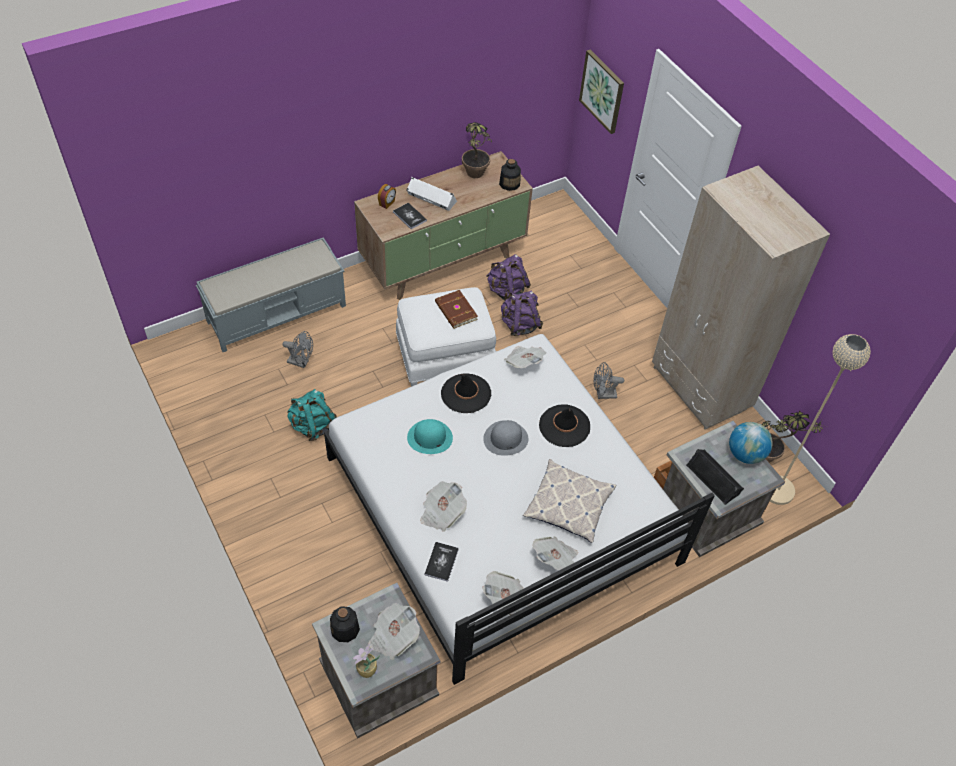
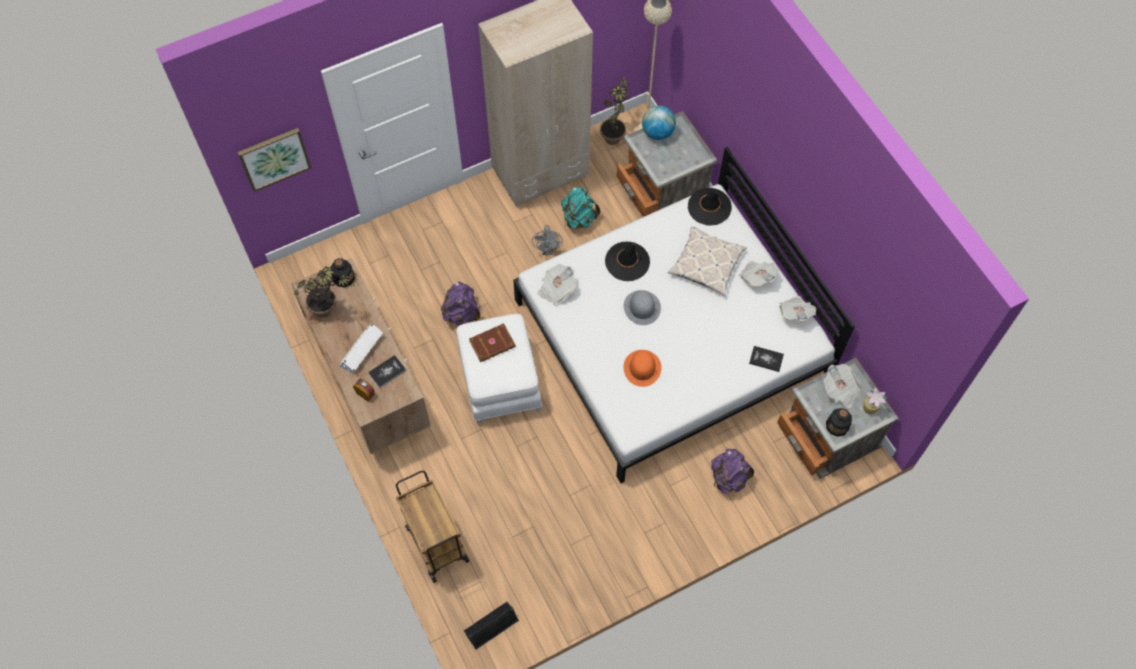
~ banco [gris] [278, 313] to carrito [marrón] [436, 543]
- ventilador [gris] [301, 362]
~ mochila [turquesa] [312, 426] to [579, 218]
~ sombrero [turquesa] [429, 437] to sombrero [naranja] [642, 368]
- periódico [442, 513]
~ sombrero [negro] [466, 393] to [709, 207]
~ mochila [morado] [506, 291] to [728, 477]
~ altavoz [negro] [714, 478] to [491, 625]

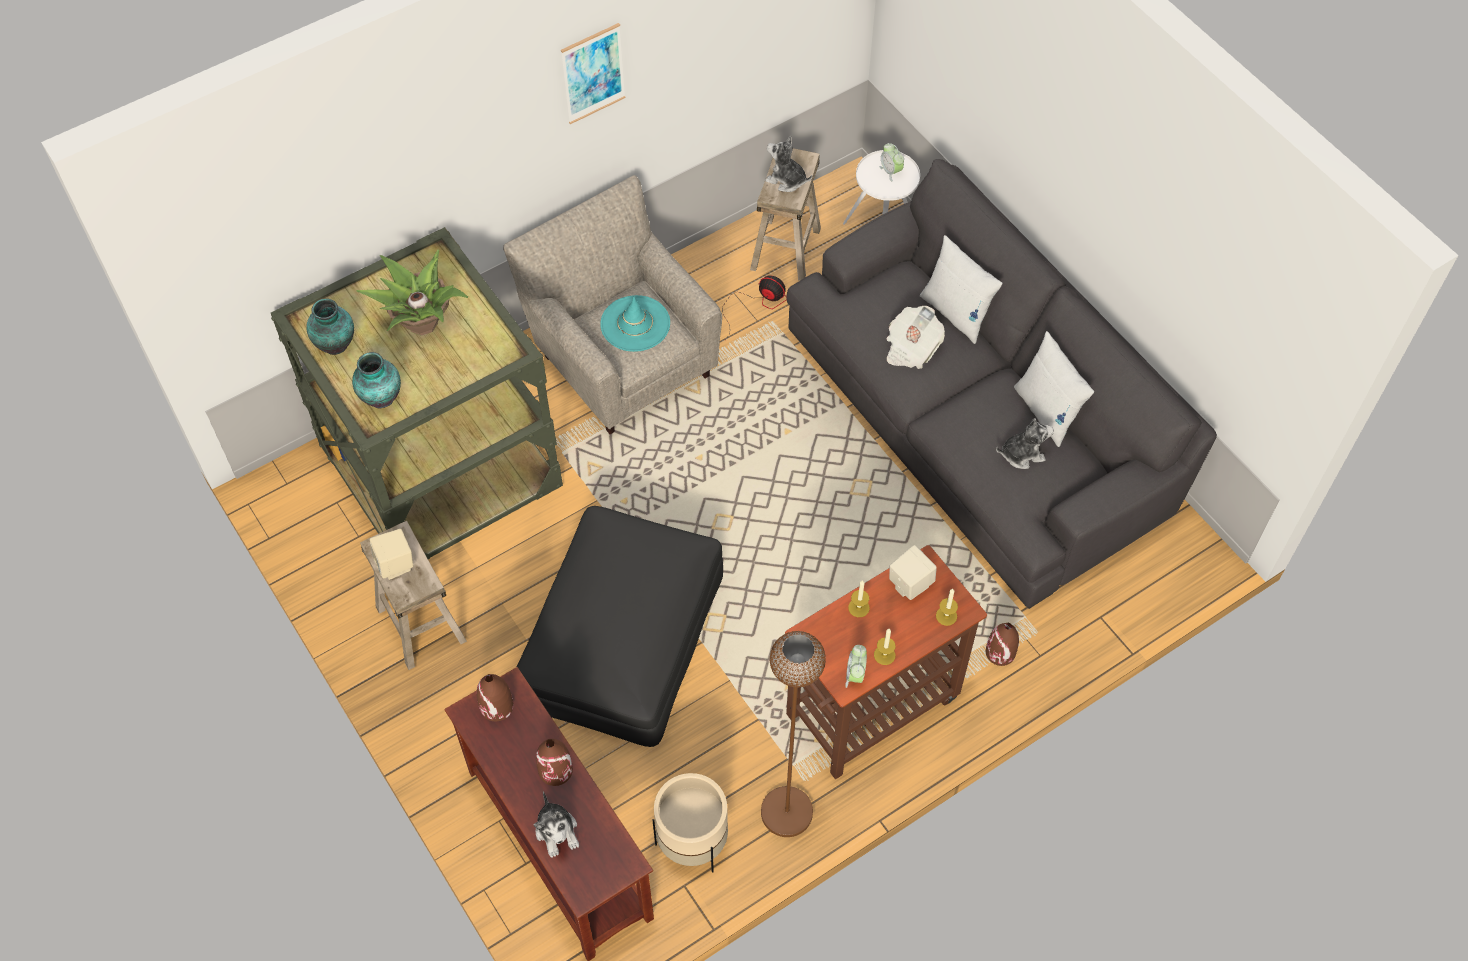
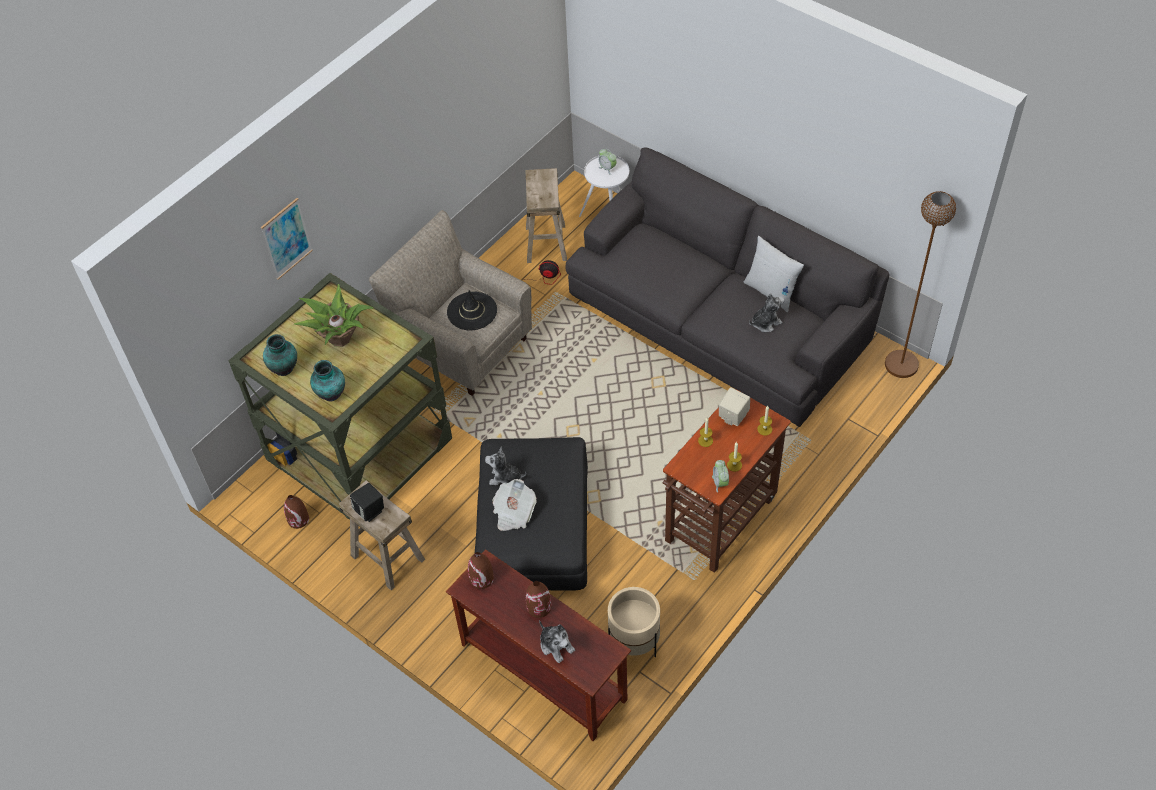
~ altavoz [beis] [396, 564] to altavoz [negro] [370, 511]
~ cuadro [593, 73] to [286, 238]
~ sombrero [turquesa] [635, 324] to sombrero [negro] [472, 311]
~ lámpara de pie [marrón] [787, 812] to [901, 365]
~ peluche [786, 180] to [505, 478]
~ periódico [911, 348] to [513, 513]
- cojín [gris] [955, 313]
~ florero [marrón] [1000, 652] to [298, 519]

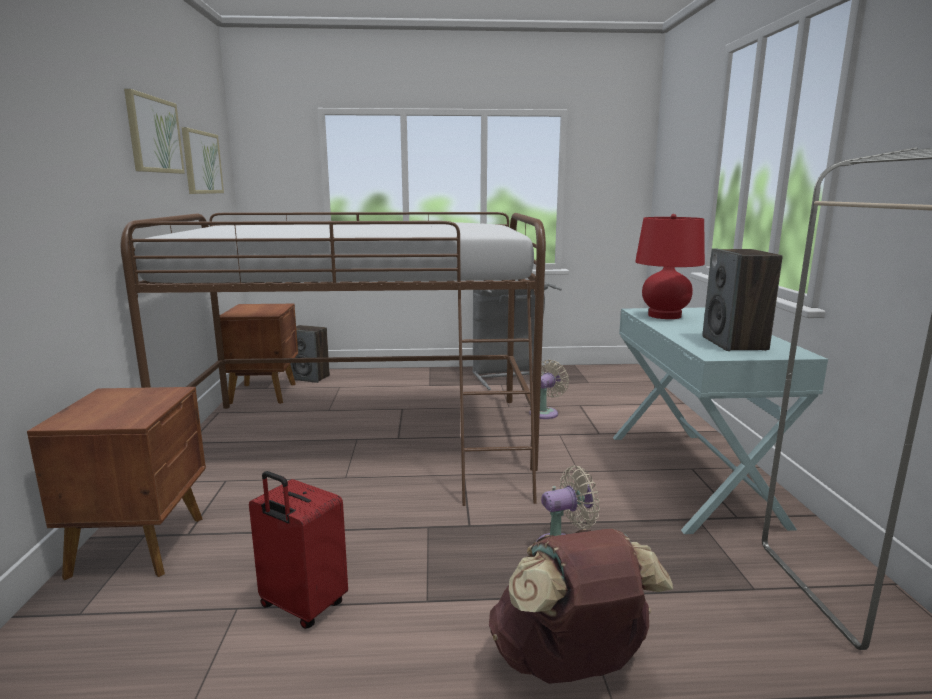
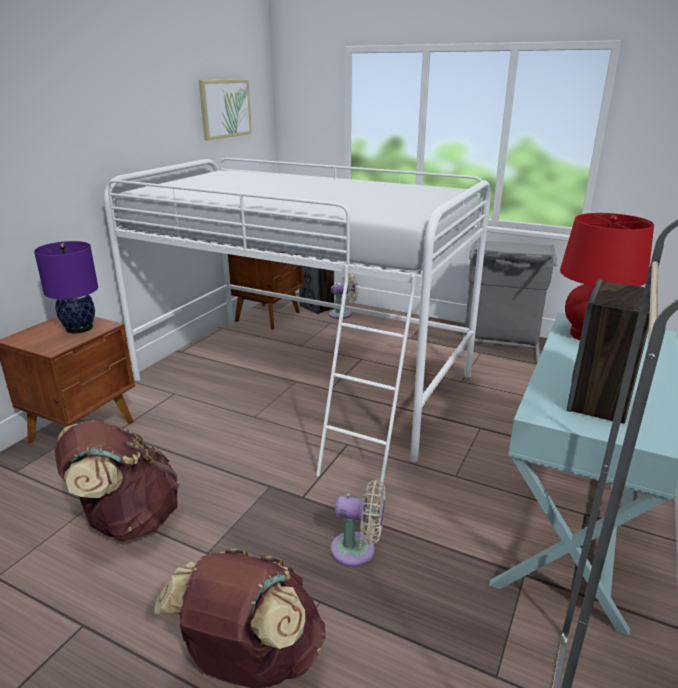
~ cama [marrón] [365, 436] to cama [blanco] [305, 380]
- cuadro [154, 135]
~ maleta [rojo] [301, 607] to mochila [marrón] [127, 520]
~ ventilador [beis] [545, 412] to [342, 314]
+ lámpara de mesa [morado] [79, 328]

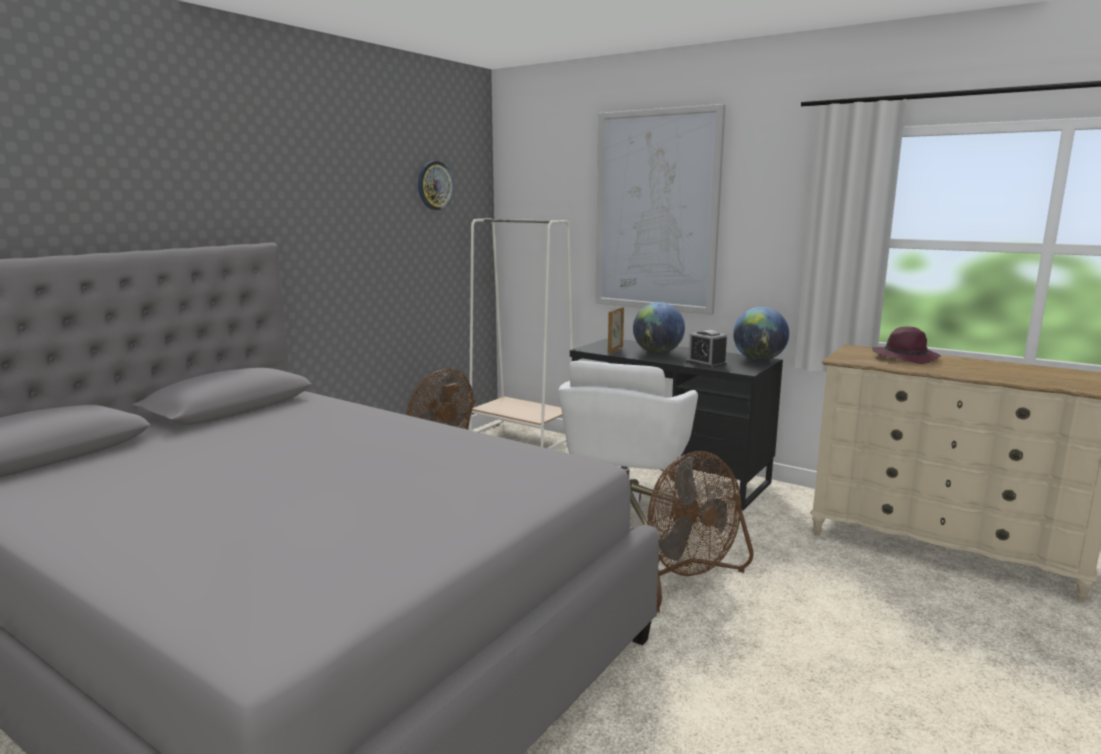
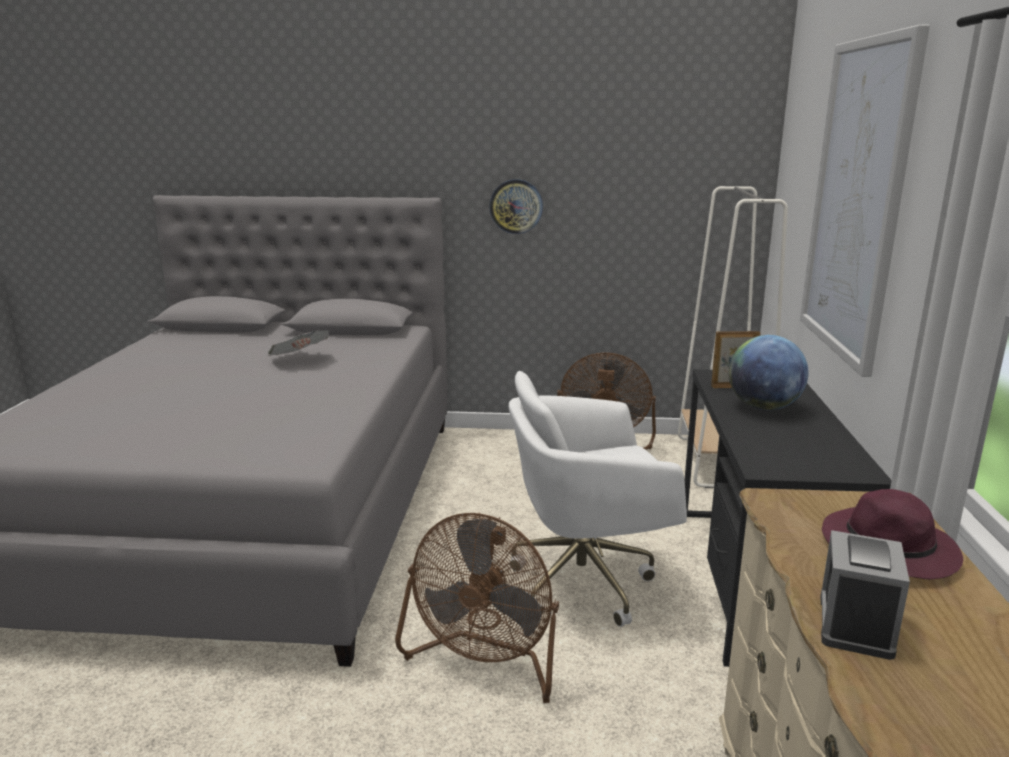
~ reloj de pared [434, 185] to [516, 206]
~ despertador [706, 363] to [855, 624]
- globo terráqueo [759, 360]
+ periódico [299, 360]

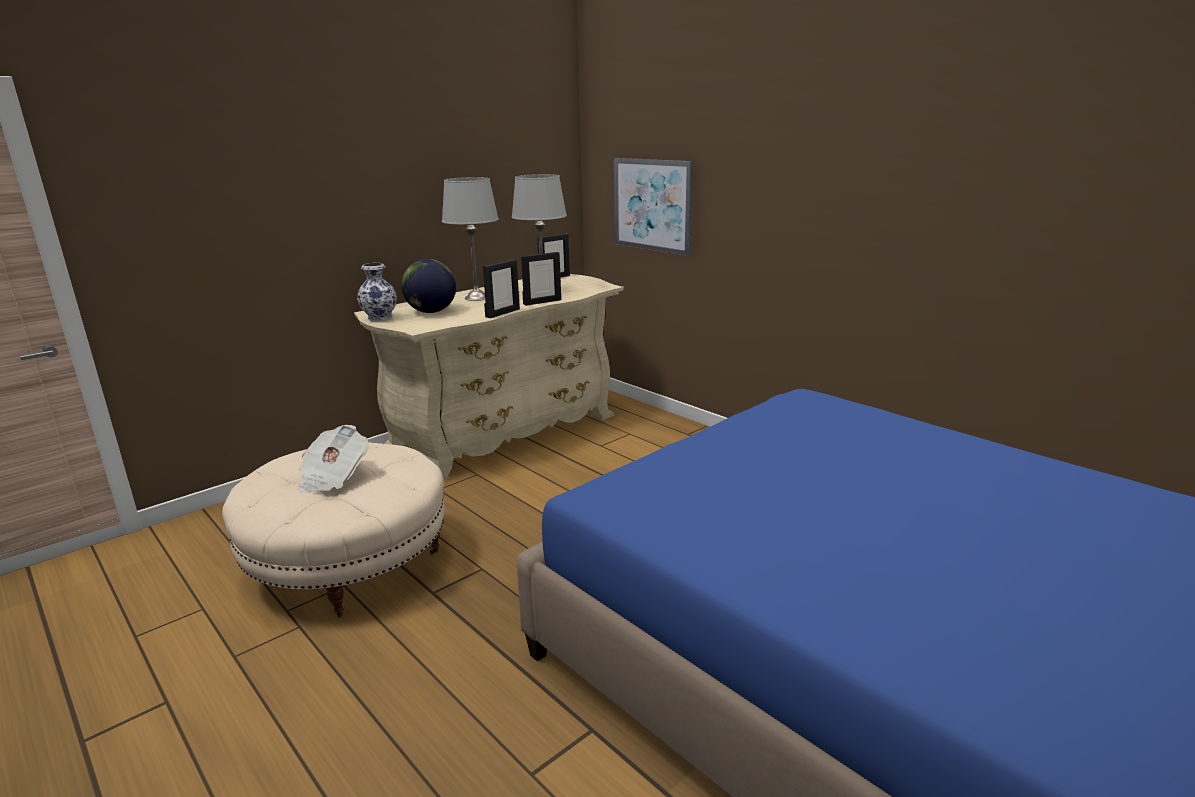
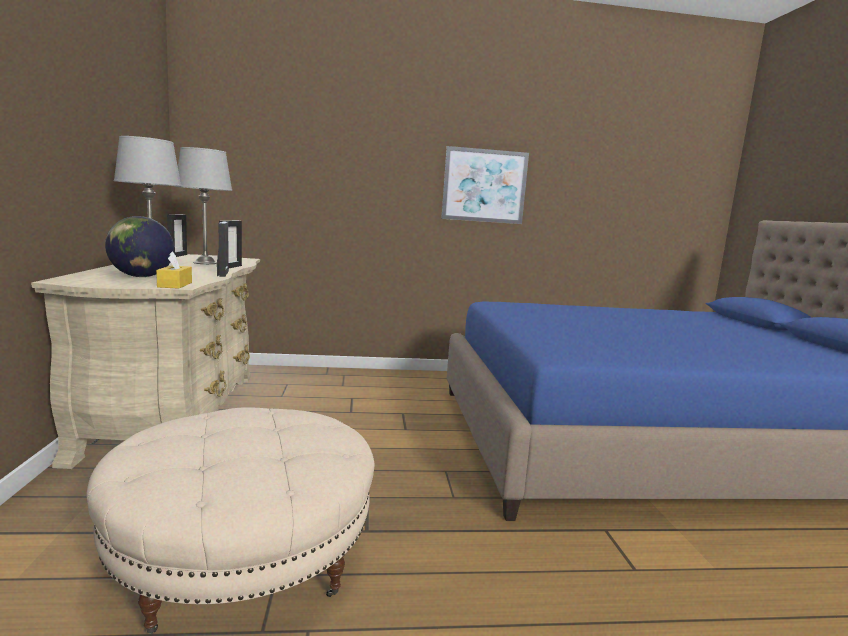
- periódico [333, 477]
- florero [380, 318]
~ cuadro [652, 205] to [484, 186]
+ caja de pañuelos [amarillo] [175, 285]

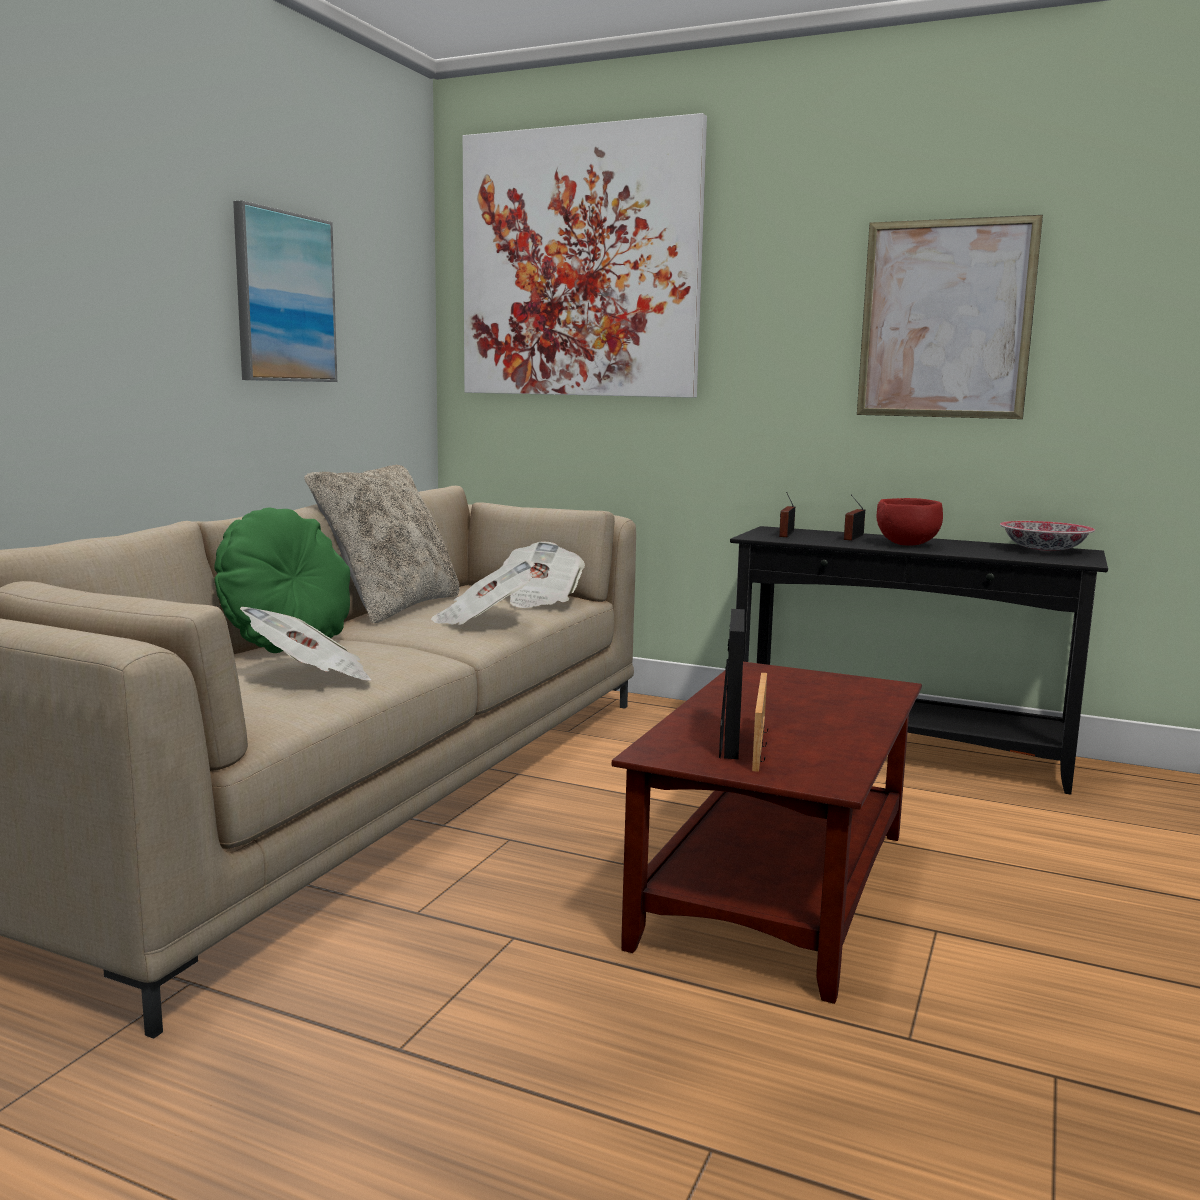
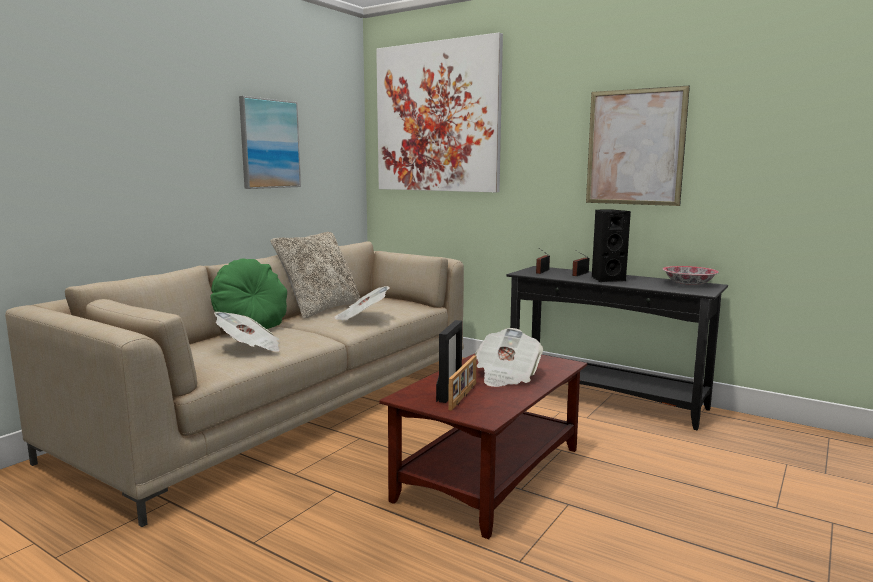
~ periódico [538, 599] to [506, 376]
~ cuenco [rojo] [906, 544] to altavoz [negro] [607, 279]

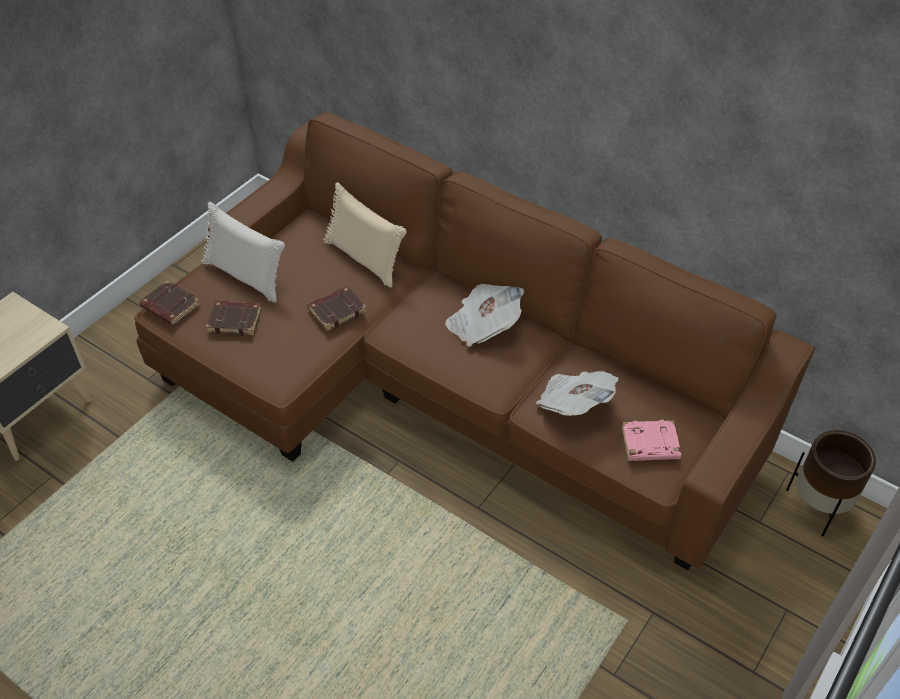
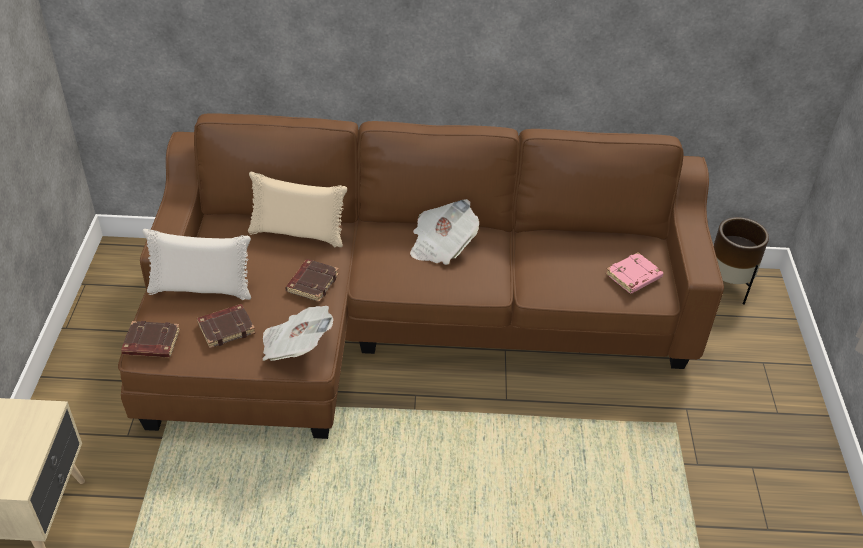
~ periódico [574, 404] to [296, 347]

